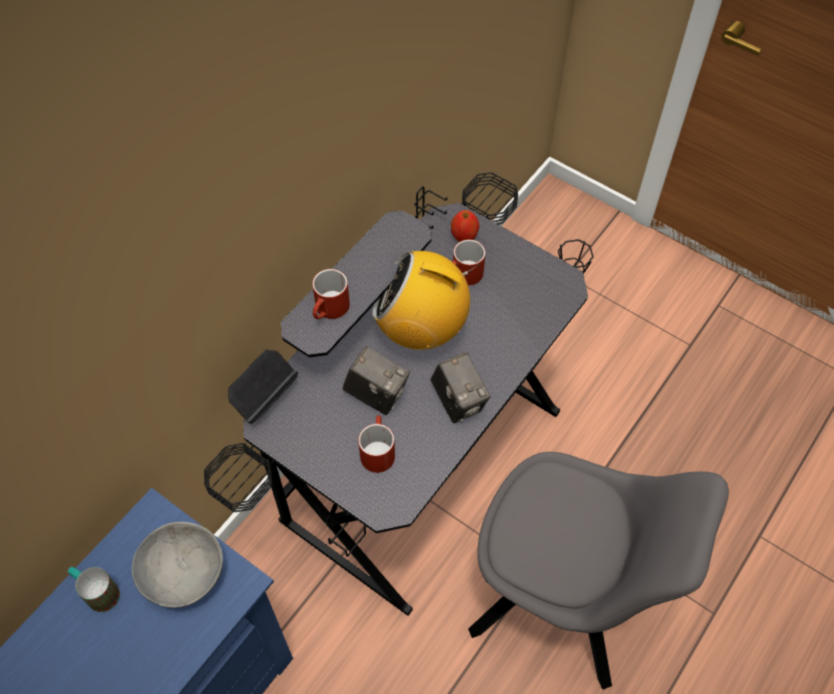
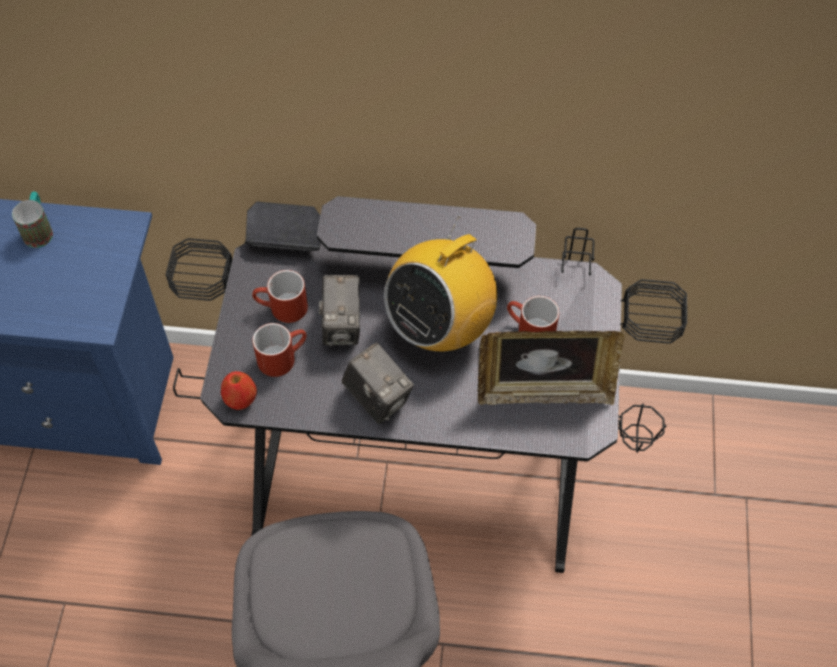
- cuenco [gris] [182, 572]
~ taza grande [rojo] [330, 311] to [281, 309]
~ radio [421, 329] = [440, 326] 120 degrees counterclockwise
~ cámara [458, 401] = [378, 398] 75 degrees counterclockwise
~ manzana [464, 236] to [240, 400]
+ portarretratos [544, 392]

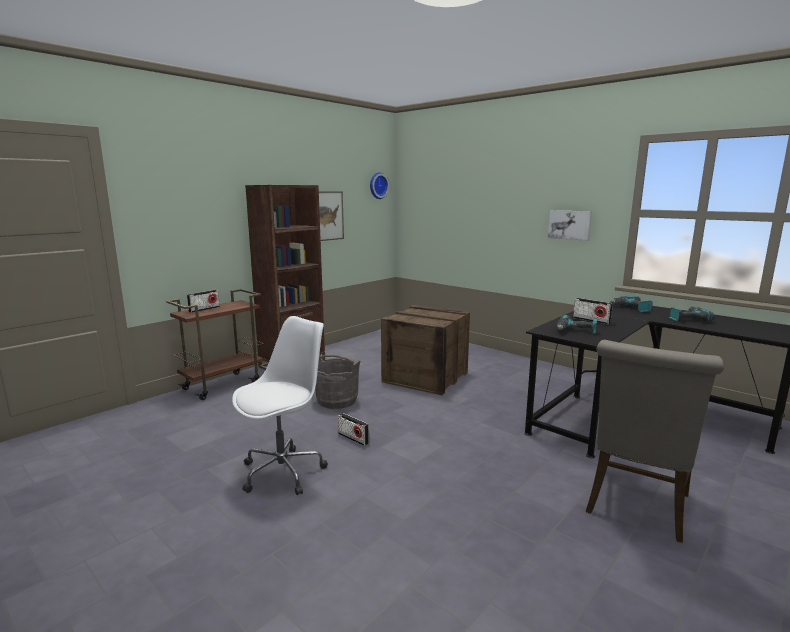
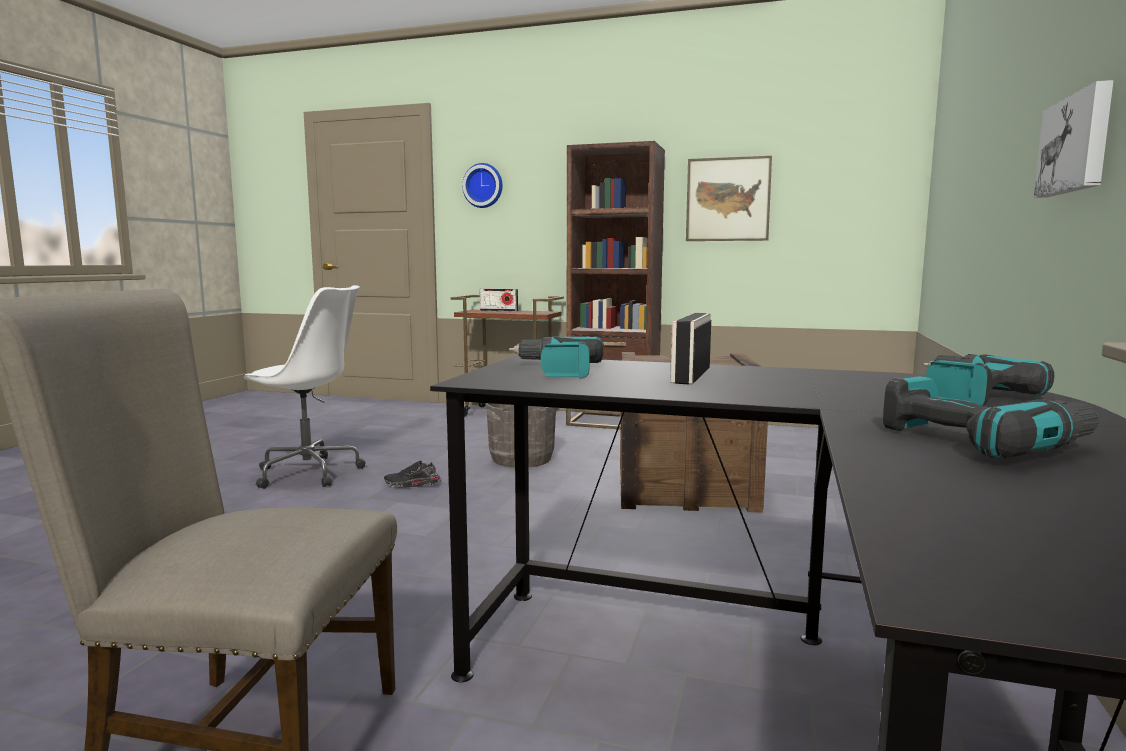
~ radio [353, 438] to zapato [negro] [412, 485]
~ reloj de pared [377, 185] to [483, 186]

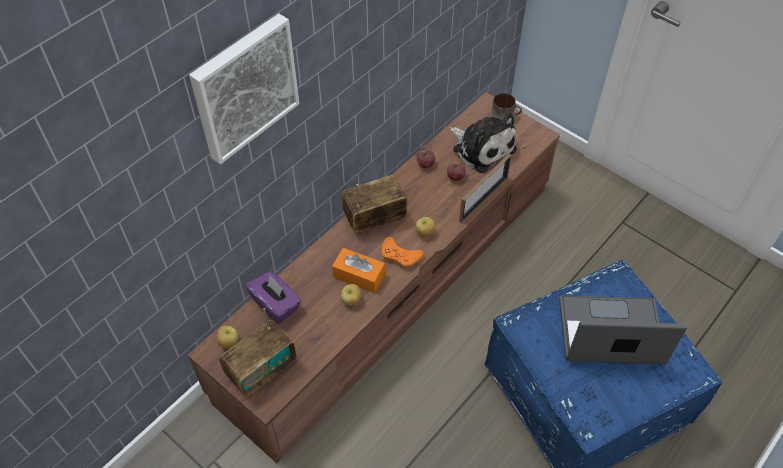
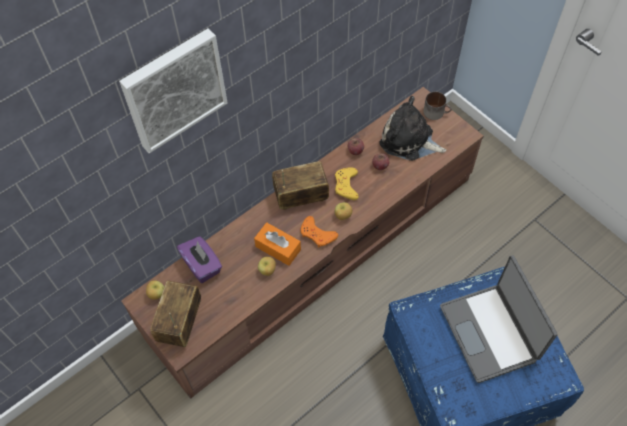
~ radio [261, 370] = [180, 322] 135 degrees clockwise
~ peluche [482, 147] = [409, 140] 150 degrees clockwise
- portarretratos [483, 199]
~ portátil [610, 334] = [490, 333] 120 degrees counterclockwise
+ mando de consola [amarillo] [346, 185]

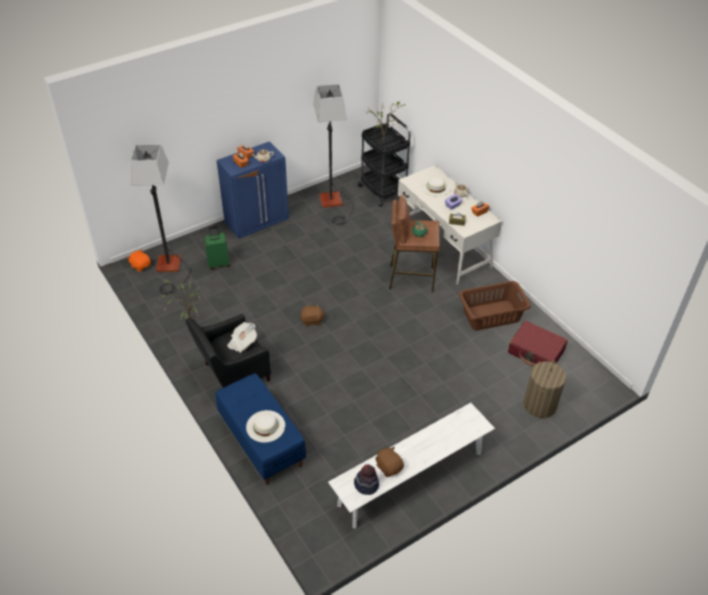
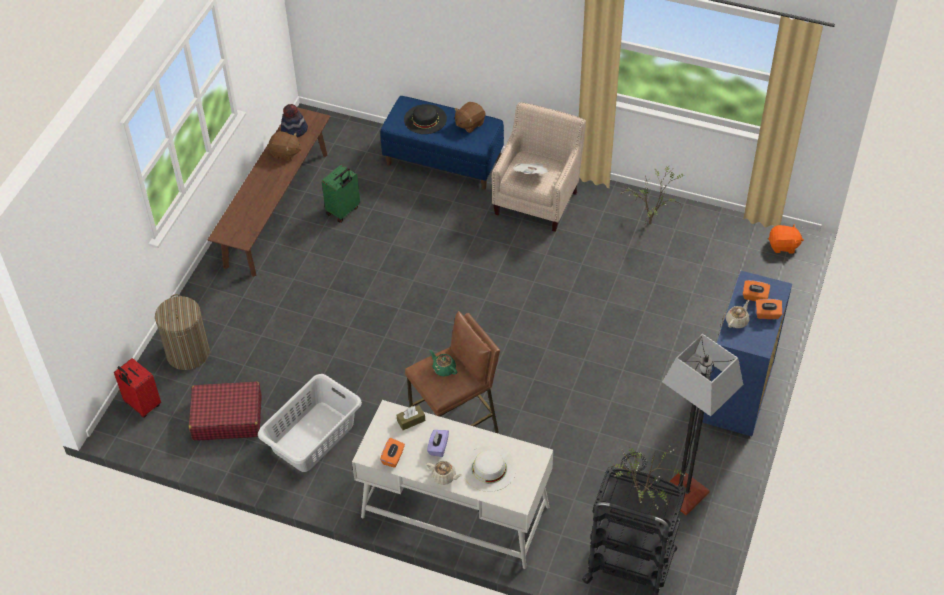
- lámpara de pie [170, 269]
~ sillón [negro] [232, 374] to sillón [beis] [538, 199]
~ maleta [verde] [219, 264] to [343, 211]
~ sombrero [blanco] [265, 426] to sombrero [negro] [425, 119]
~ peluche [marrón] [312, 321] to [469, 124]
~ banco [blanco] [411, 478] to banco [marrón] [276, 209]
~ cesto de la ropa [marrón] [492, 315] to cesto de la ropa [gris] [312, 437]
+ maleta [rojo] [142, 405]

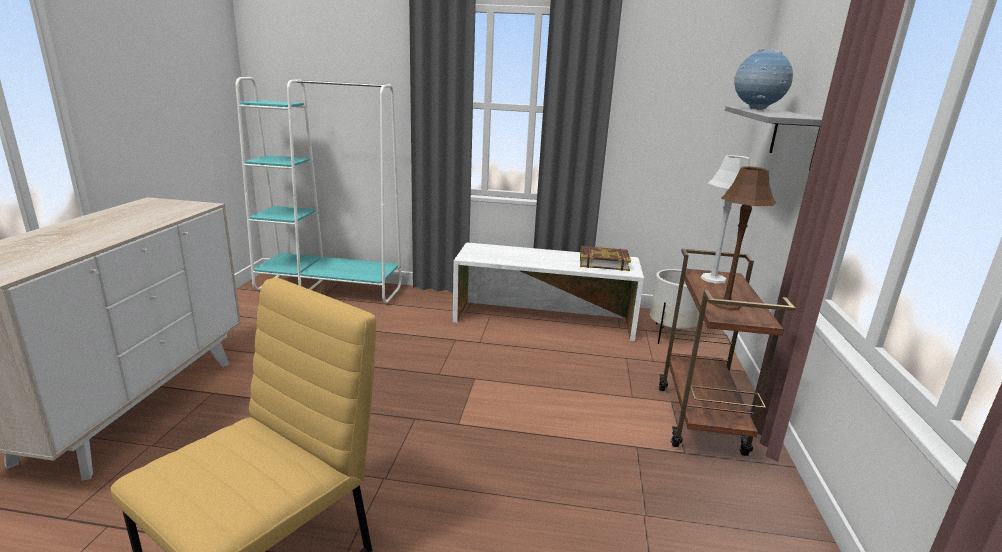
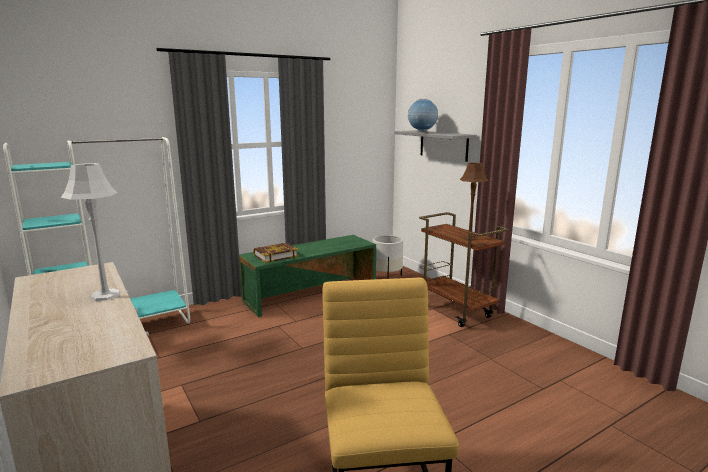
~ banco [blanco] [545, 318] to banco [verde] [311, 293]
~ libro [603, 262] to [275, 255]
~ lámpara de mesa [gris] [713, 279] to [105, 295]

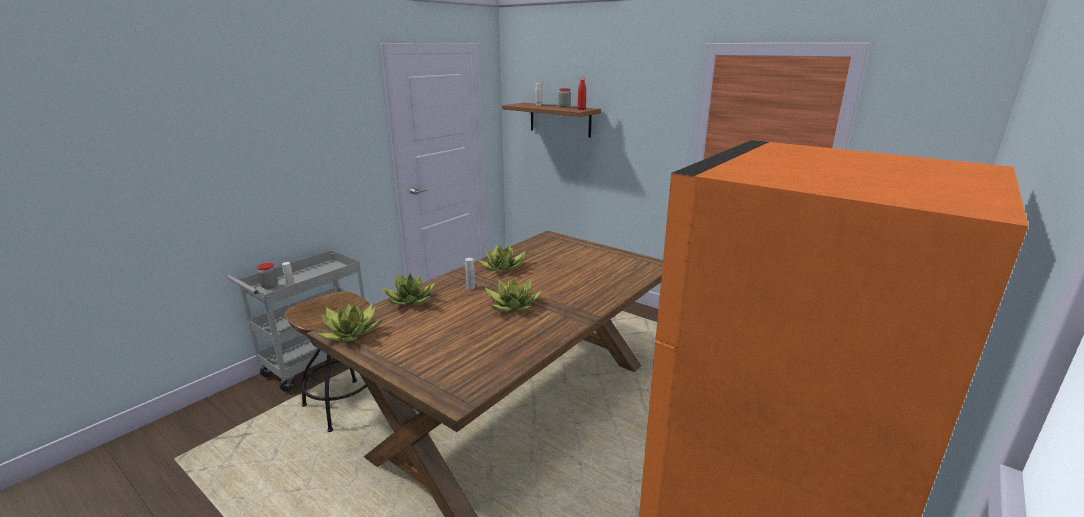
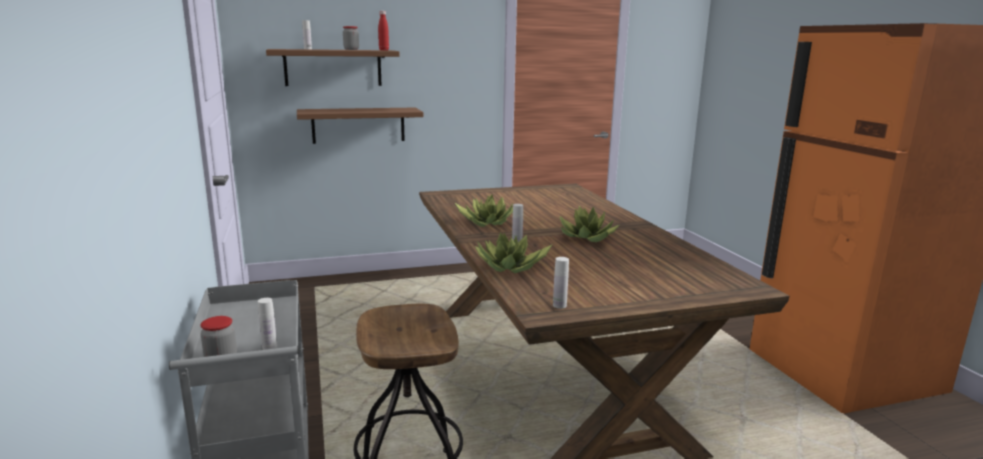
~ planta en maceta [351, 333] to botella [blanco] [559, 305]
+ estante [marrón] [358, 125]

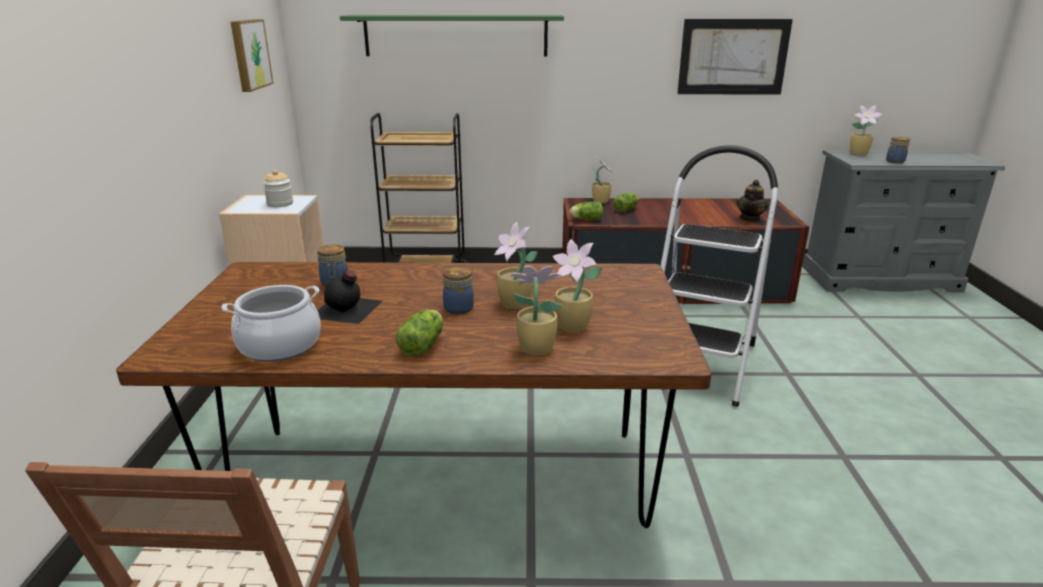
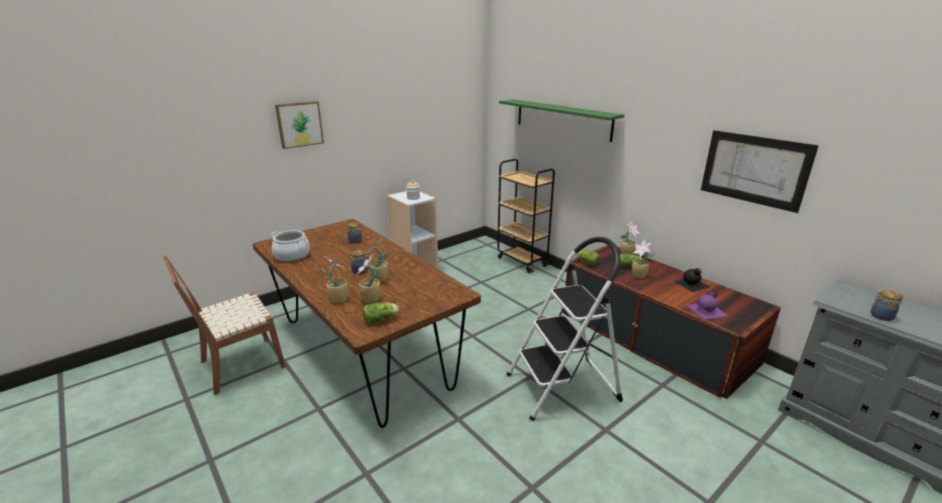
~ cuadro [249, 54] to [299, 124]
~ botella [negro] [347, 309] to [691, 284]
~ lechuga [424, 344] to [382, 320]
~ tetera [750, 218] to botella [morado] [707, 310]
~ planta en maceta [859, 154] to [639, 276]

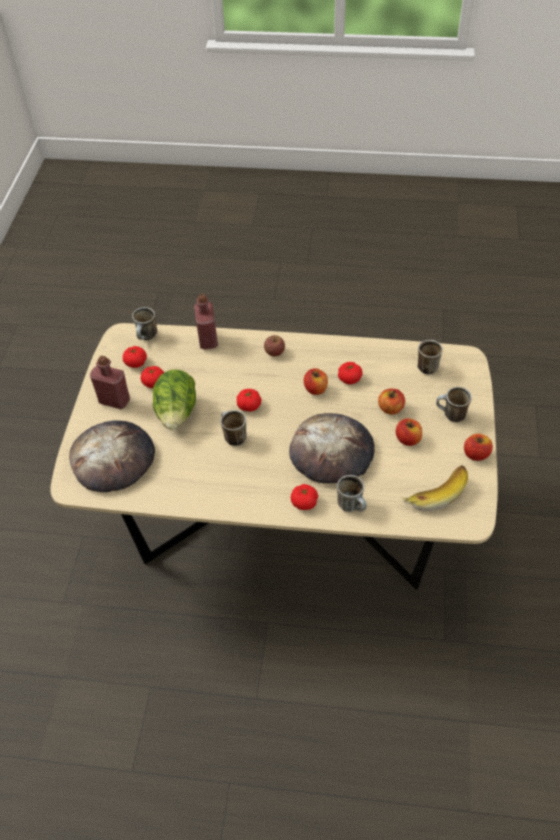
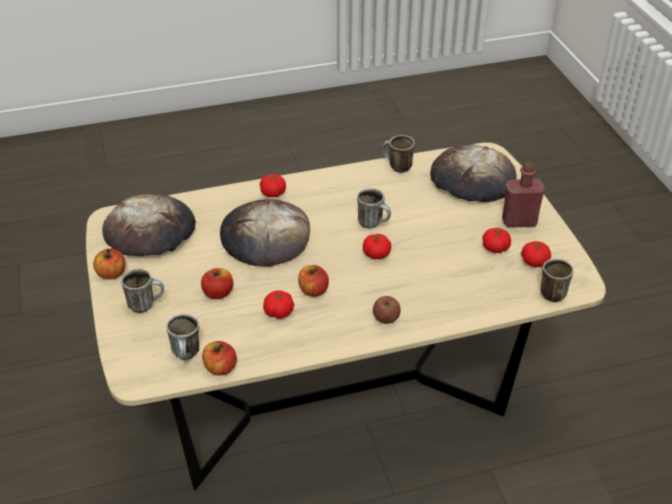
- lechuga [177, 413]
- botella [rojo] [208, 340]
~ taza grande [352, 506] to [396, 167]
~ manzana [408, 439] to [220, 368]
~ plátano [434, 492] to pan [150, 231]

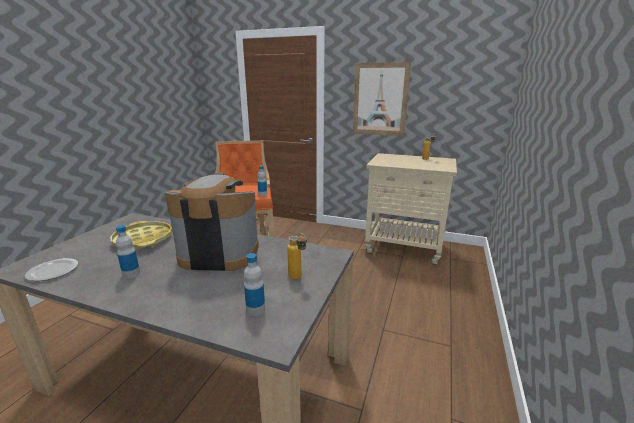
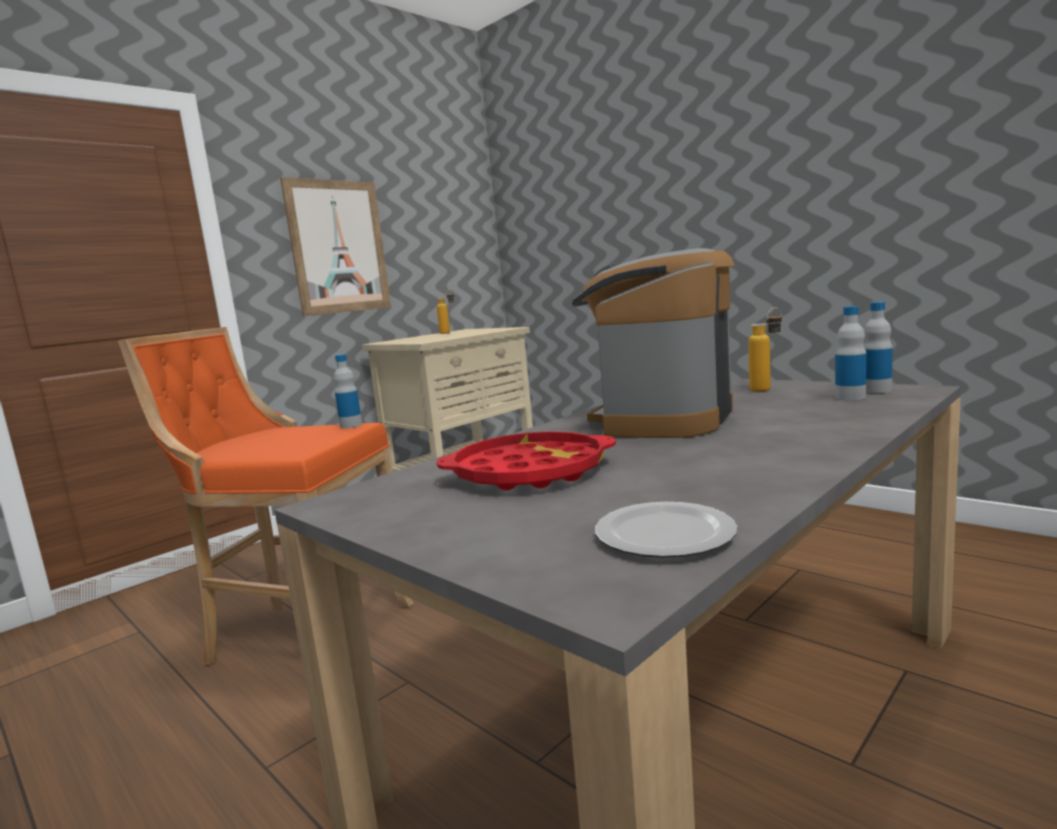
~ bandeja [amarillo] [143, 240] to bandeja [rojo] [529, 472]
~ botella [131, 274] to [876, 390]

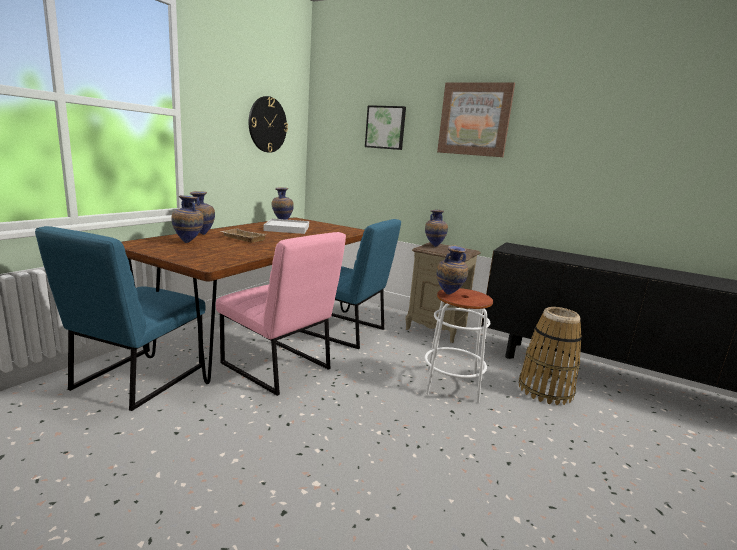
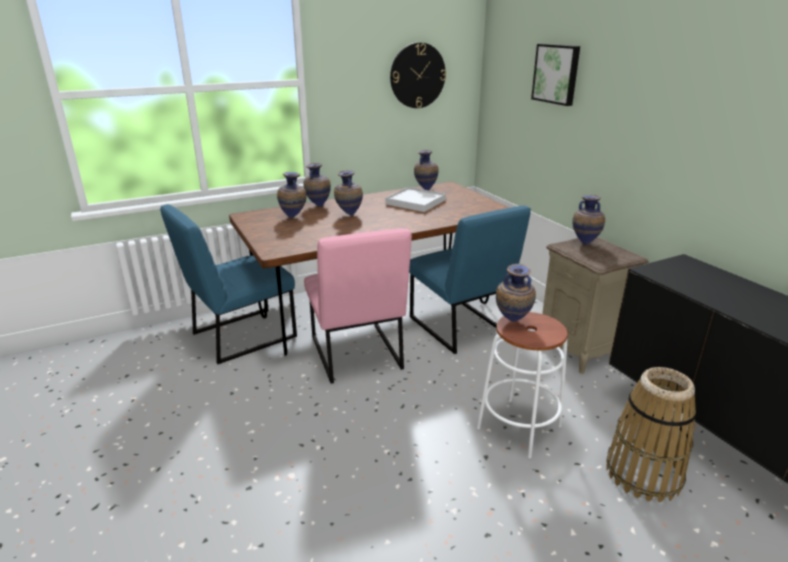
~ bandeja [beis] [242, 238] to florero [348, 215]
- cuadro [474, 119]

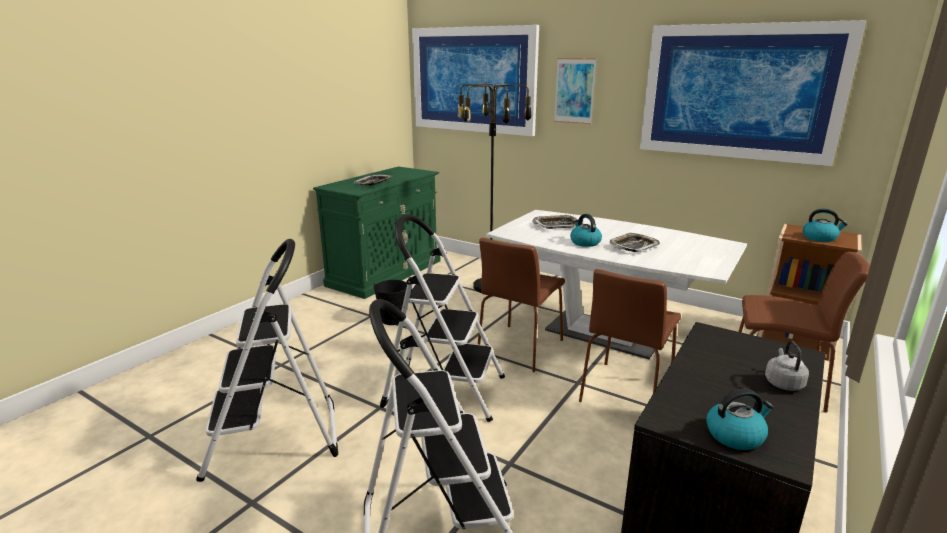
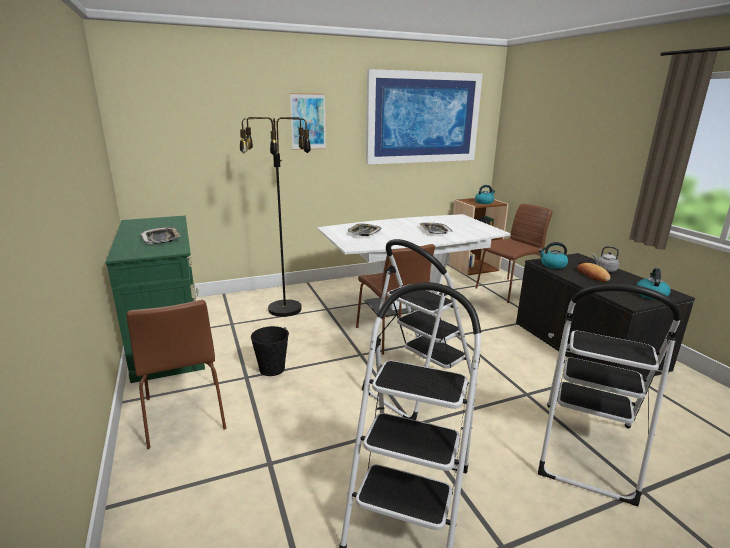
- cuadro [473, 80]
~ hervidor [584, 242] to [552, 265]
~ silla [marrón] [625, 393] to [185, 415]
+ pan [592, 275]

